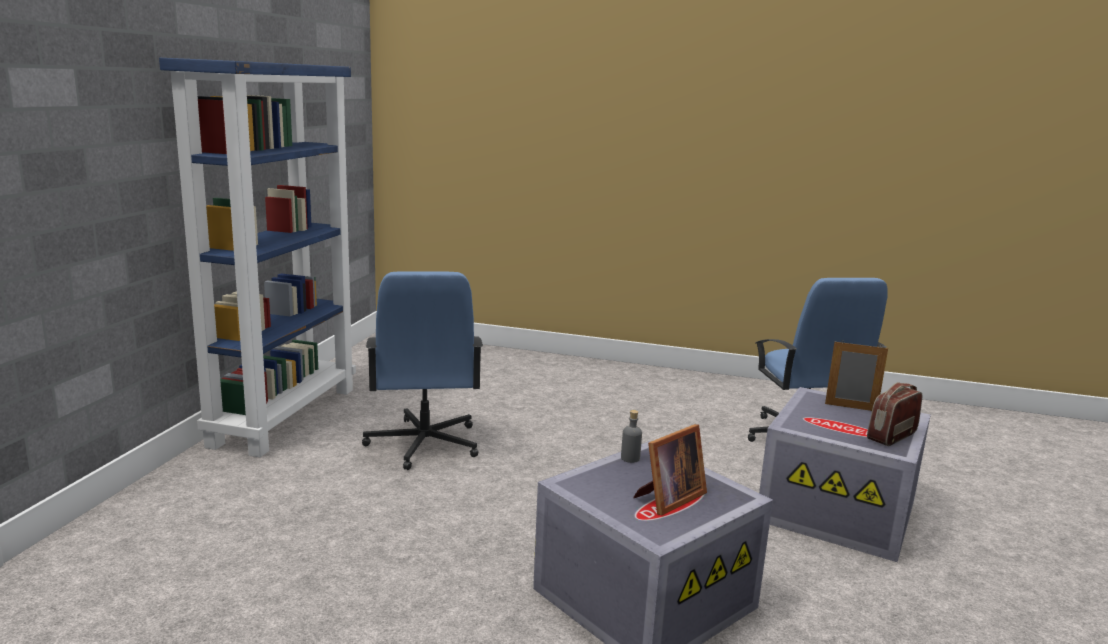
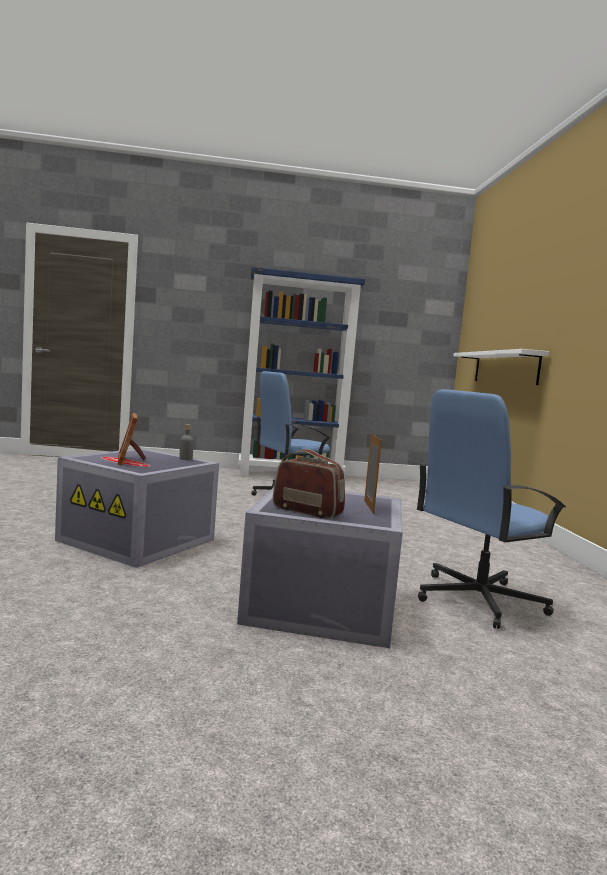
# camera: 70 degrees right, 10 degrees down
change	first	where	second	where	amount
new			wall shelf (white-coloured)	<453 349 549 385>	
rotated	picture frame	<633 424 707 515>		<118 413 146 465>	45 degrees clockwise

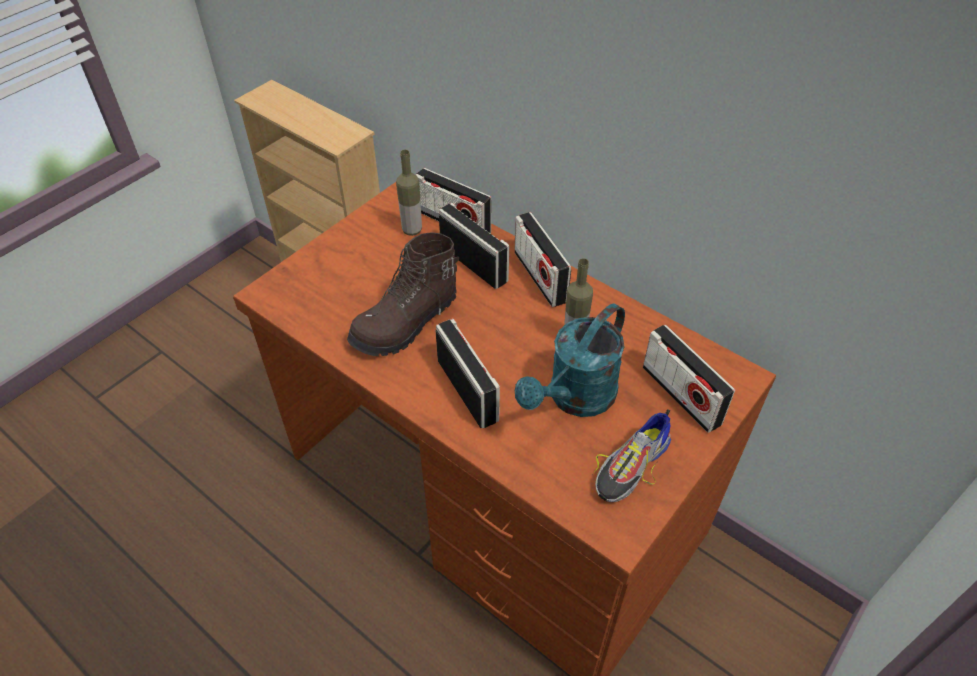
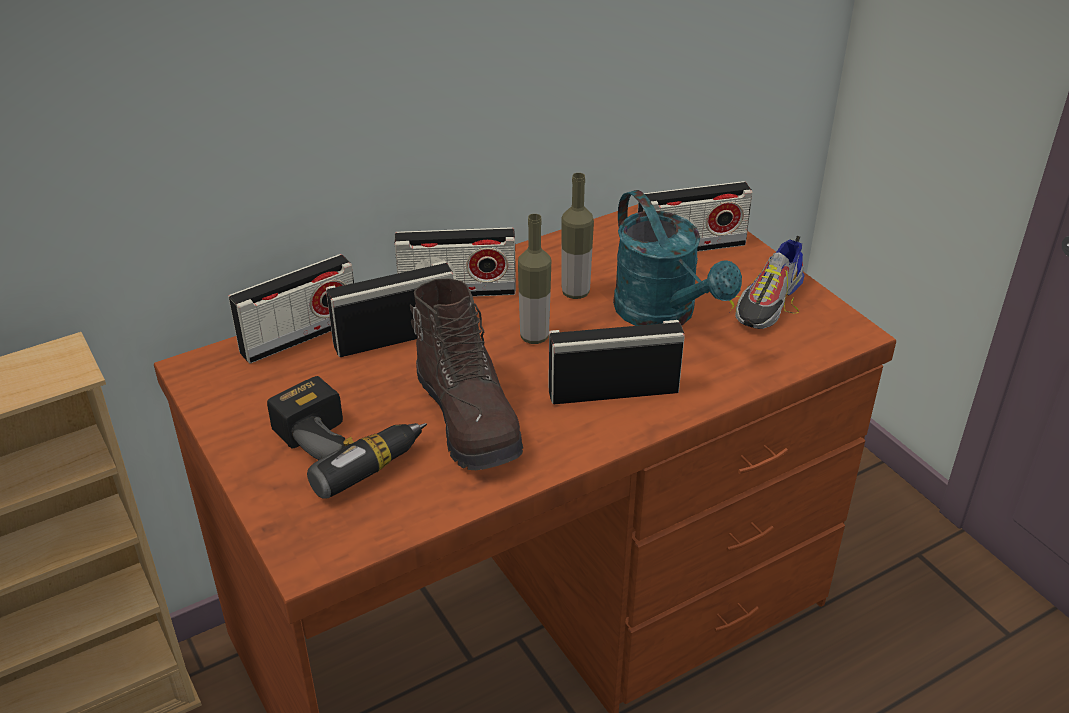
# camera: 70 degrees left, 10 degrees down
change	first	where	second	where	amount
new			drill	<267 376 427 499>	
shifted	bottle	<396 150 422 236>		<518 214 551 344>	
rotated	low shoe	<595 409 671 502>		<730 236 805 329>	60 degrees clockwise

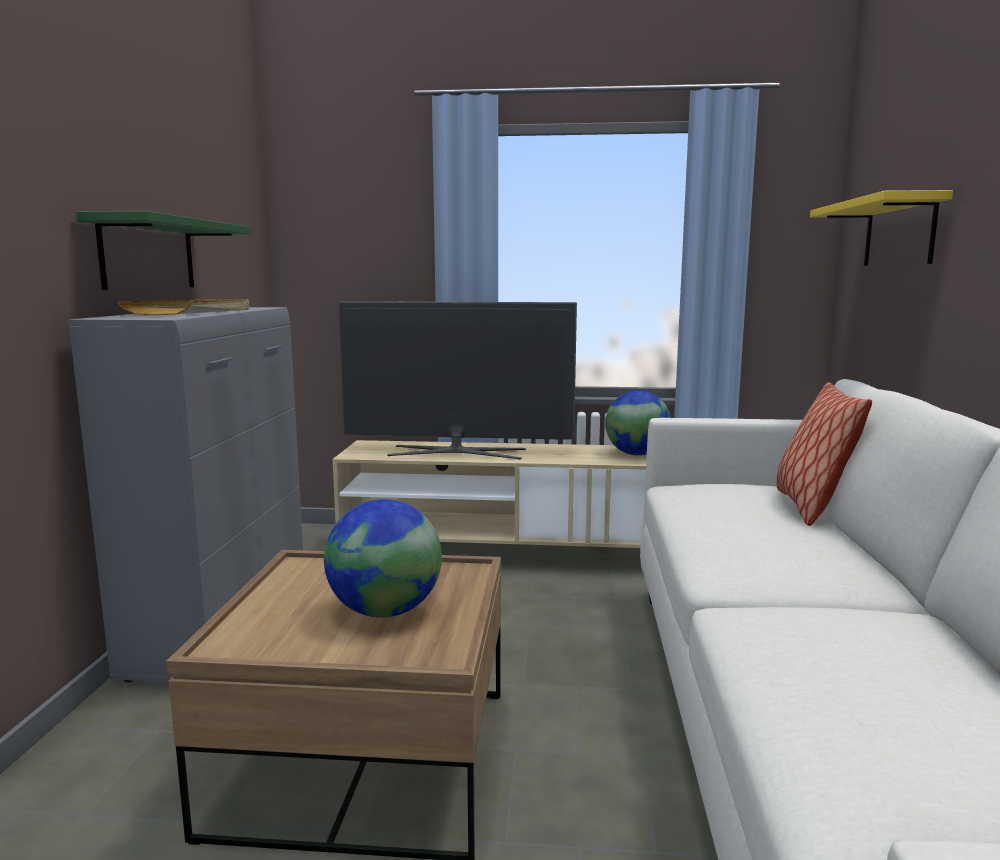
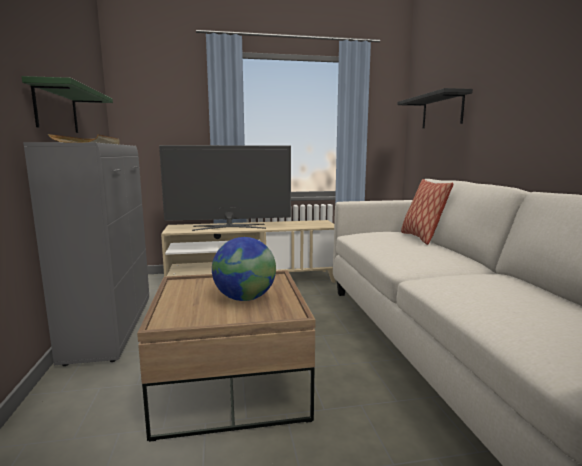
# camera: 15 degrees left, 0 degrees up
change	first	where	second	where	amount
gone	desk globe	<605 391 671 456>			
repainted	wall shelf (yellow)	<810 190 953 266>	wall shelf (blackish)	<397 88 473 128>	

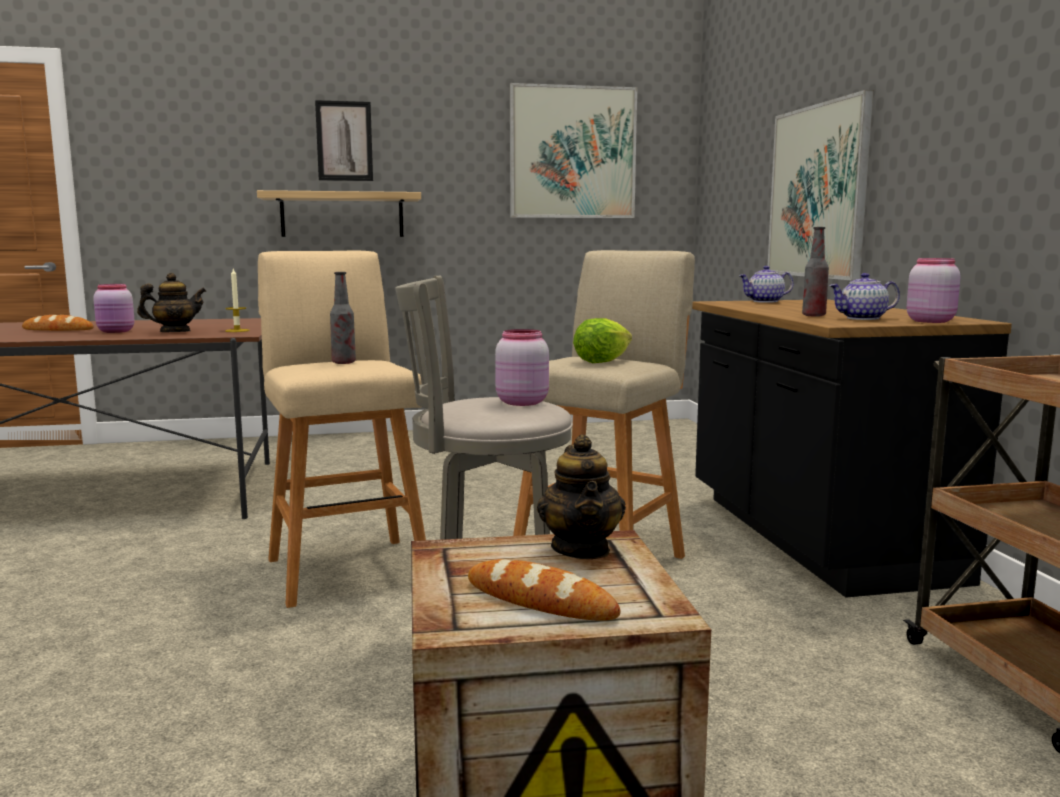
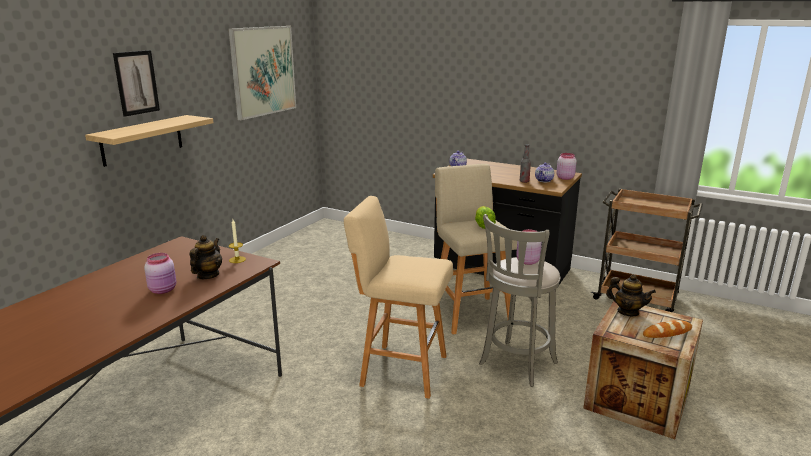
# camera: 50 degrees left, 10 degrees up
change	first	where	second	where	amount
gone	bakery bread	<22 315 94 331>			
gone	bottle	<330 272 356 364>			
gone	picture	<768 90 874 281>			

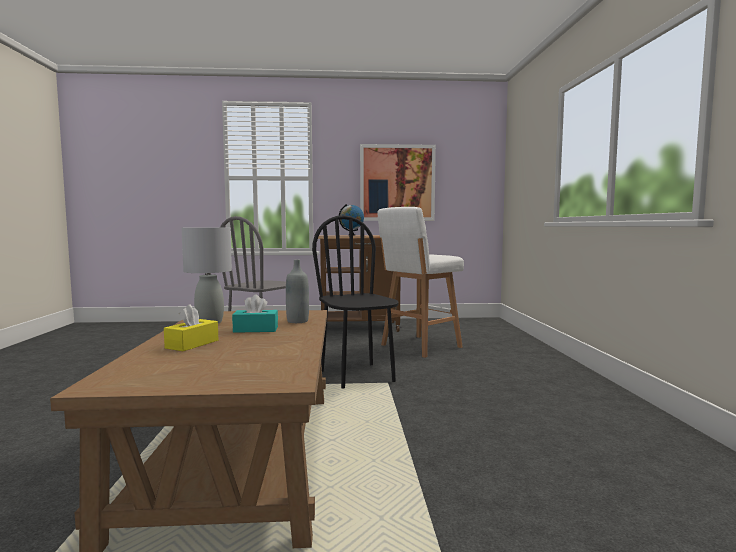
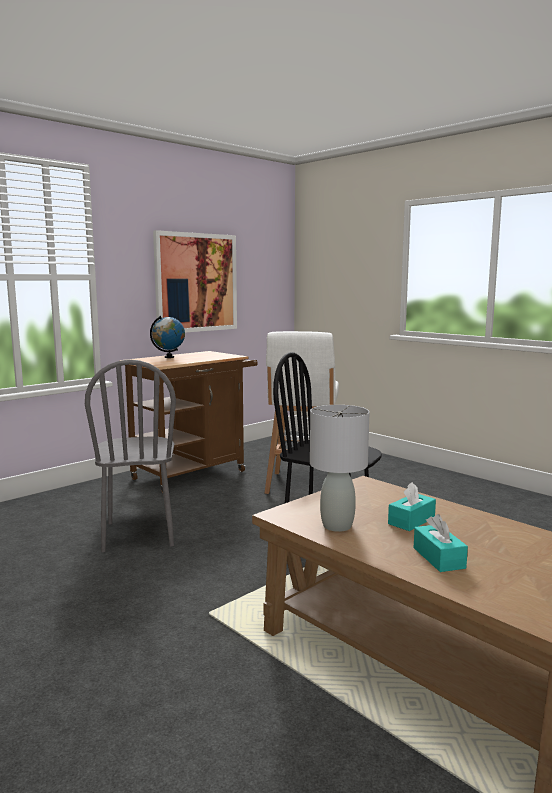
# camera: 40 degrees left, 5 degrees up
change	first	where	second	where	amount
gone	bottle (greyish)	<286 260 309 323>			
repainted	box of tissues (yellow)	<164 304 218 351>	box of tissues (blue-green)	<414 514 468 572>	

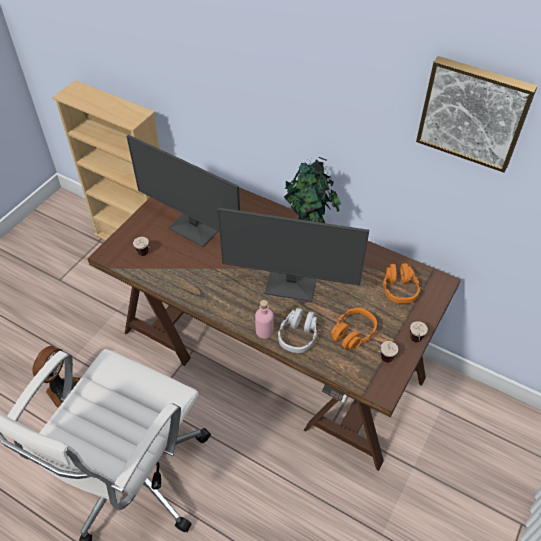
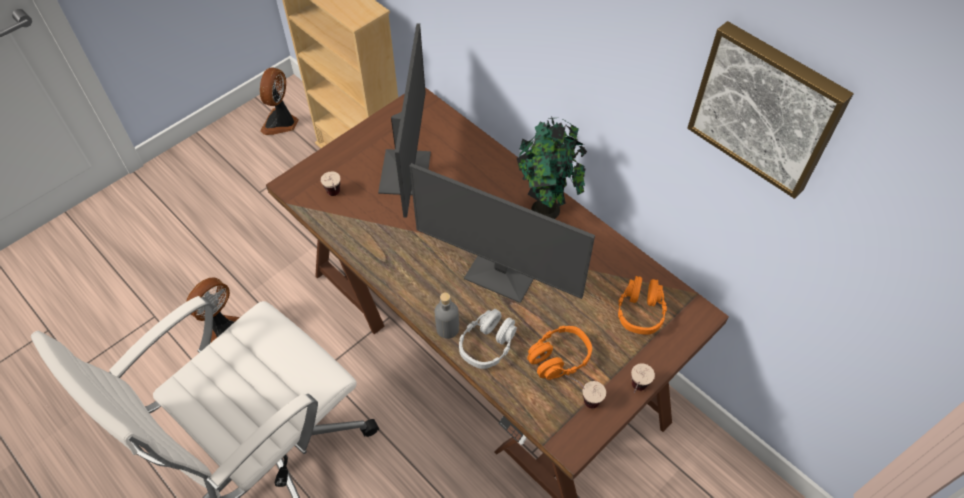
# camera: 15 degrees right, 5 degrees up
change	first	where	second	where	amount
new			fan	<260 68 299 135>	
repainted	bottle (pink)	<255 300 274 339>	bottle (greyish)	<435 292 459 339>	
rotated	monitor	<127 134 240 247>		<378 23 431 218>	135 degrees counterclockwise

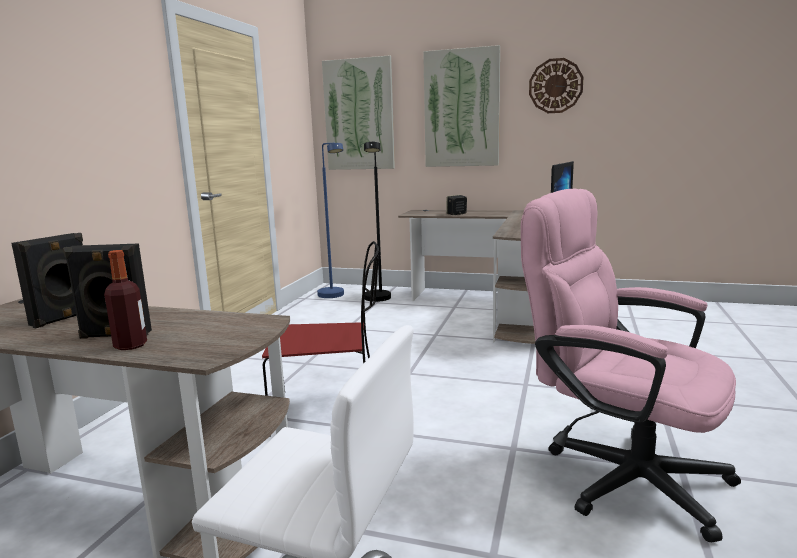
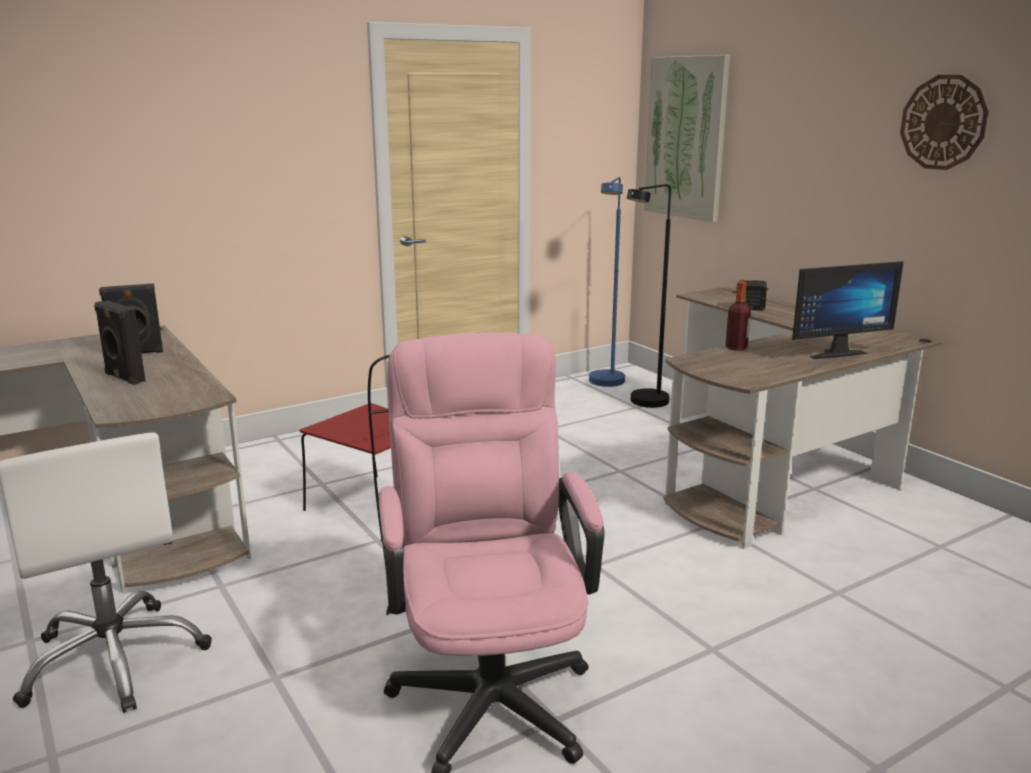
# camera: 40 degrees right, 5 degrees up
change	first	where	second	where	amount
gone	picture	<423 45 500 167>			
shifted	bottle	<104 250 147 350>		<725 281 751 351>	

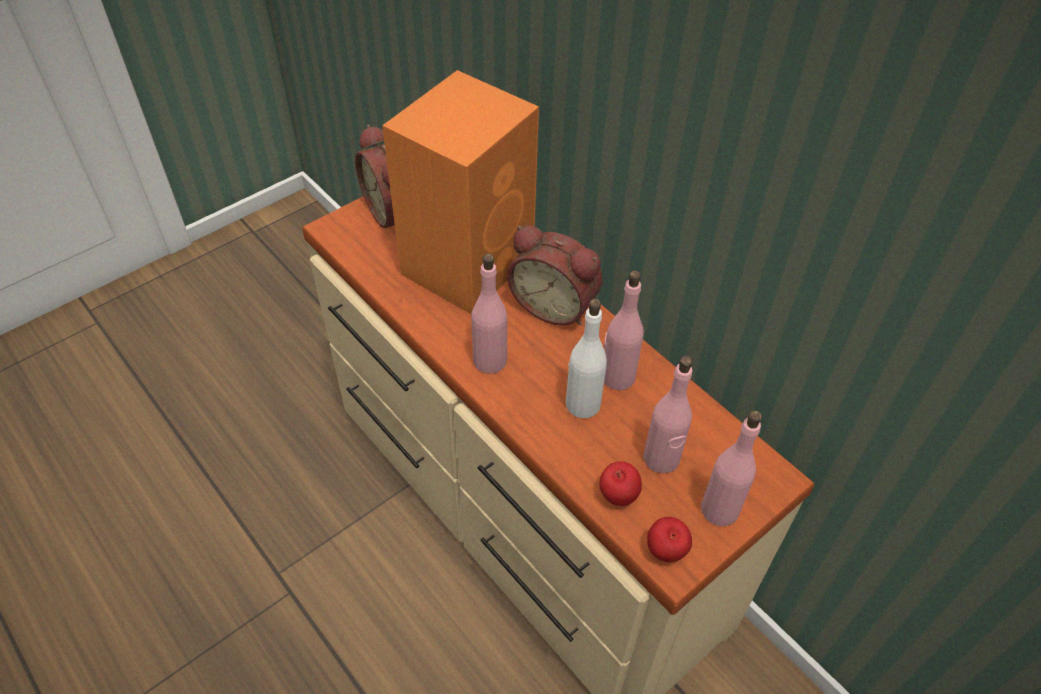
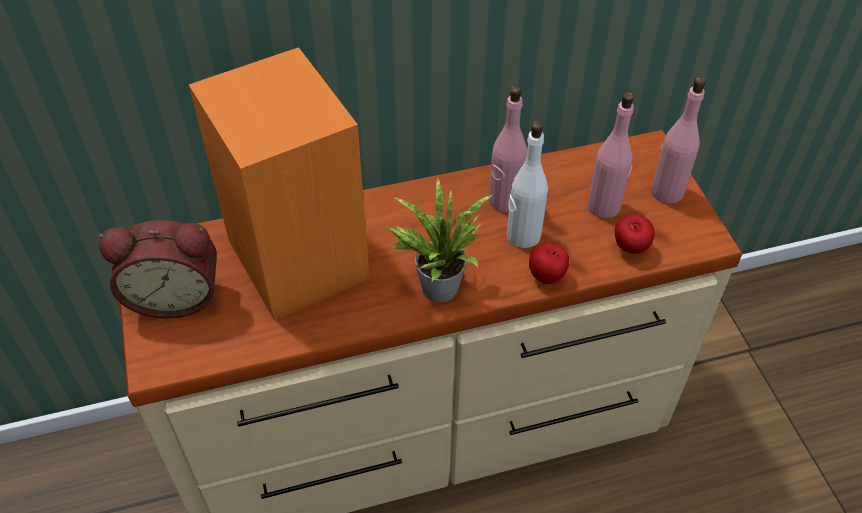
# camera: 65 degrees left, 0 degrees up
change	first	where	second	where	amount
gone	table clock	<507 225 603 325>			
shifted	whole apple	<647 517 692 562>		<529 243 569 284>	
swapped	bottle (pink)	<471 254 507 374>	houseplant	<384 176 493 302>	

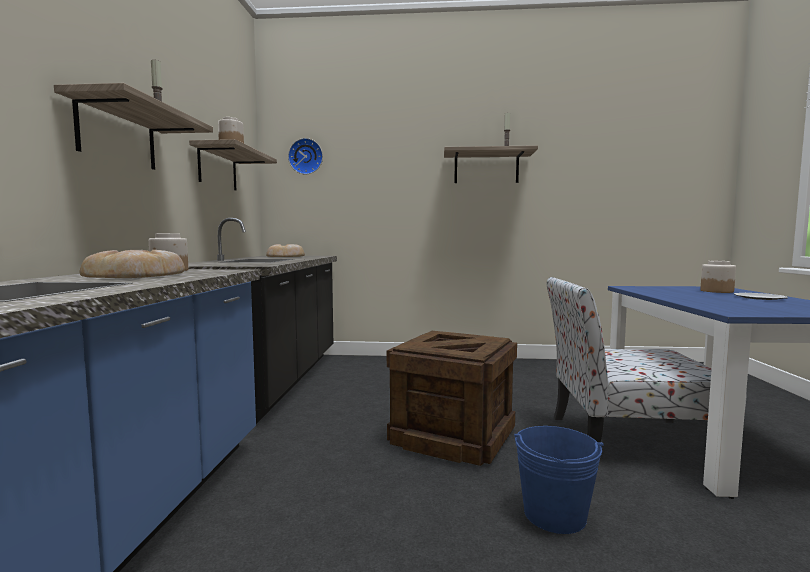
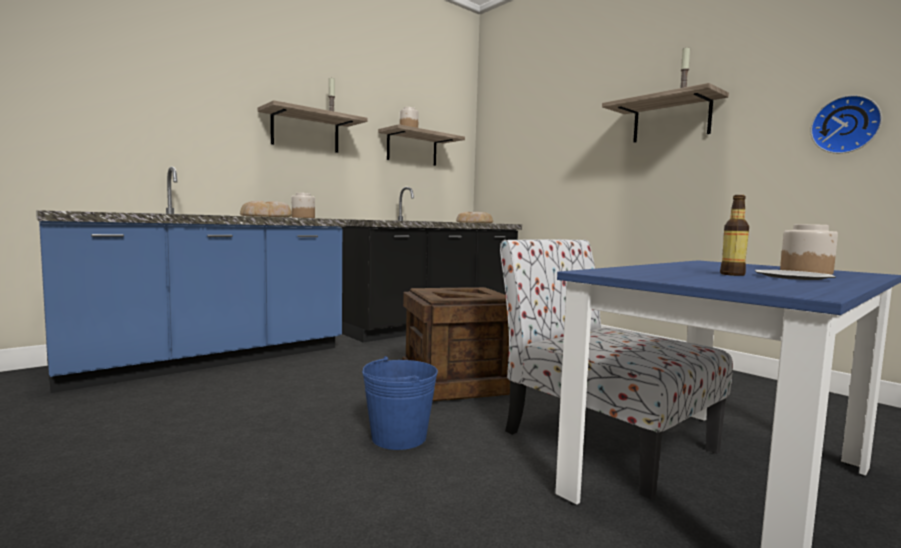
# camera: 45 degrees right, 0 degrees up
change	first	where	second	where	amount
new			bottle	<720 195 749 276>	
shifted	hanging clock	<288 138 323 174>		<810 95 882 154>	

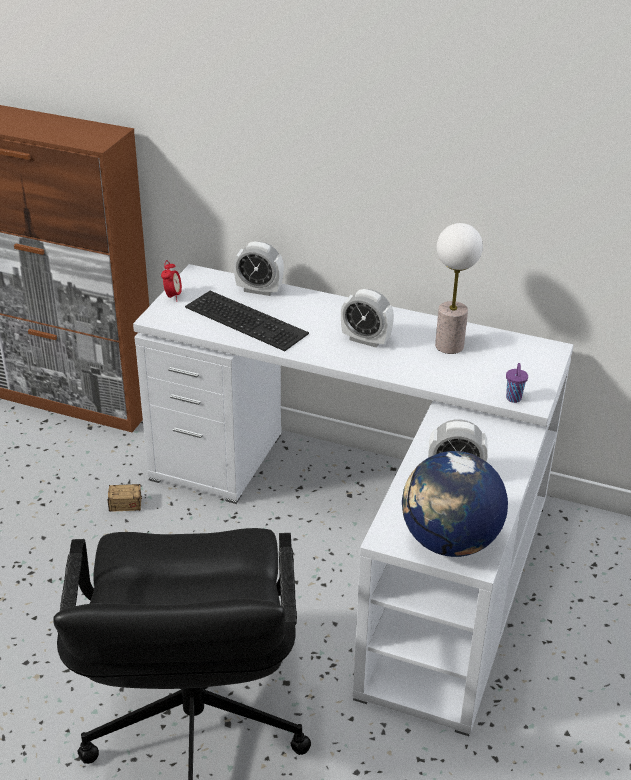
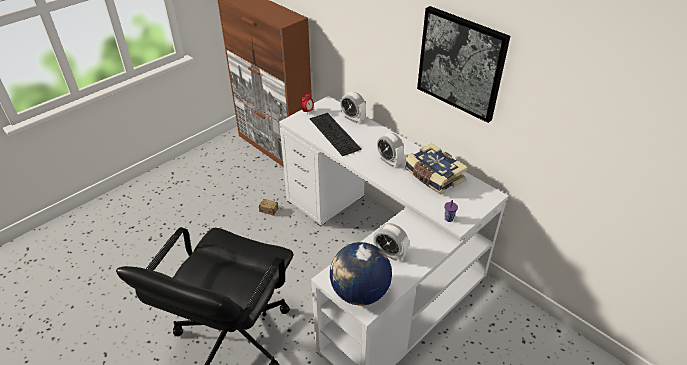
# camera: 25 degrees right, 5 degrees up
change	first	where	second	where	amount
new			picture	<417 6 510 123>	
swapped	table lamp	<435 223 483 354>	book	<405 143 468 195>	

